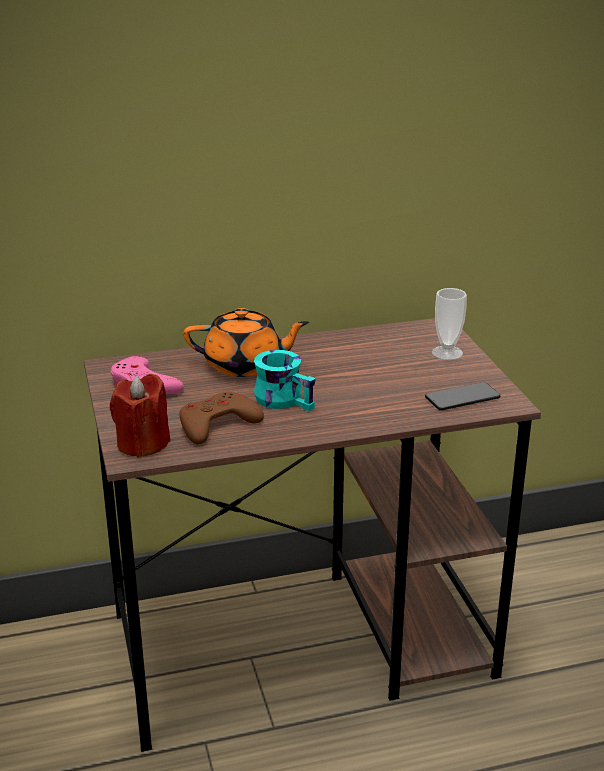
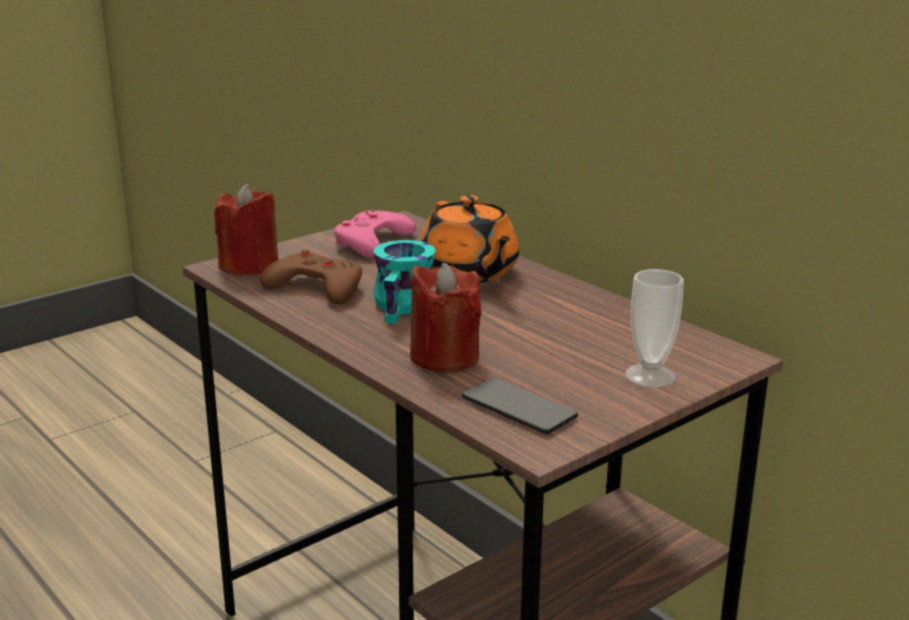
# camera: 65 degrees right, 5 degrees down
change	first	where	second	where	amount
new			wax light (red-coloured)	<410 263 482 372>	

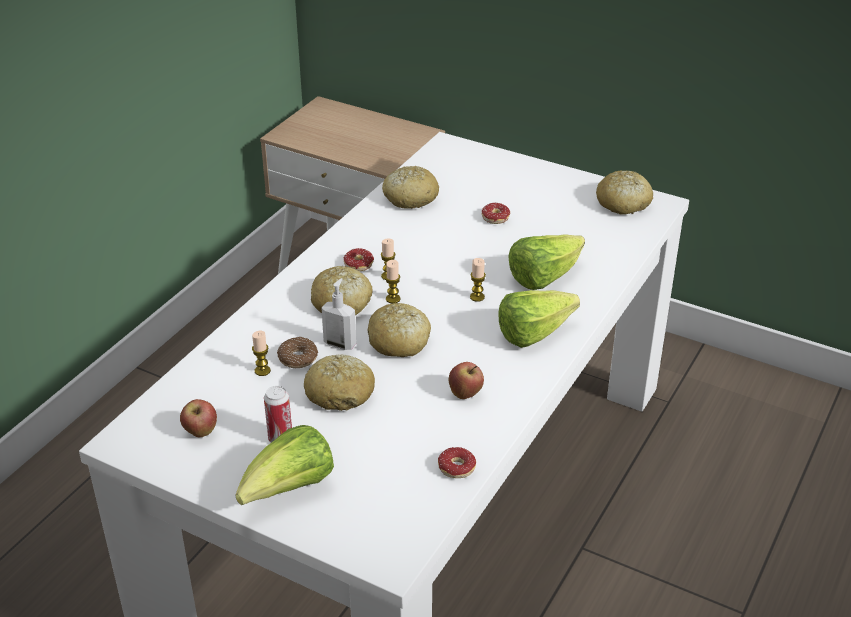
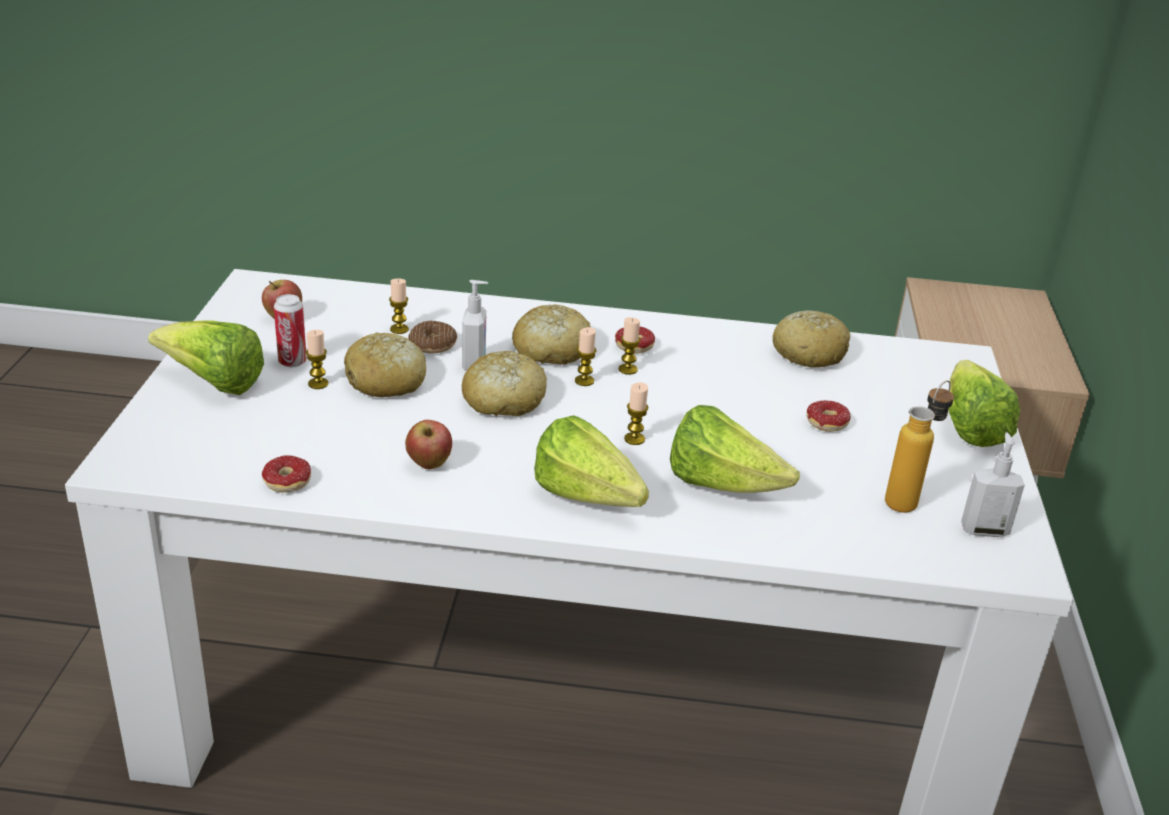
# camera: 65 degrees right, 5 degrees down
change	first	where	second	where	amount
new			wax light	<306 330 328 389>	
new			bottle	<885 380 954 513>	
new			head of lettuce	<948 360 1020 447>	
swapped	bakery bread	<596 171 653 215>	soap bottle	<961 432 1025 537>	

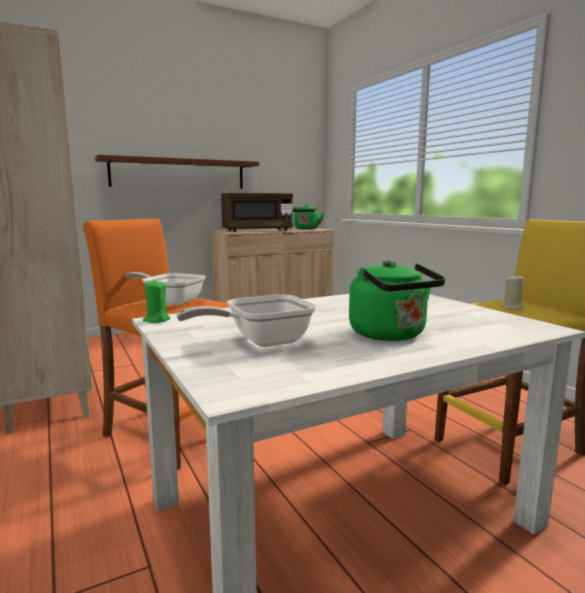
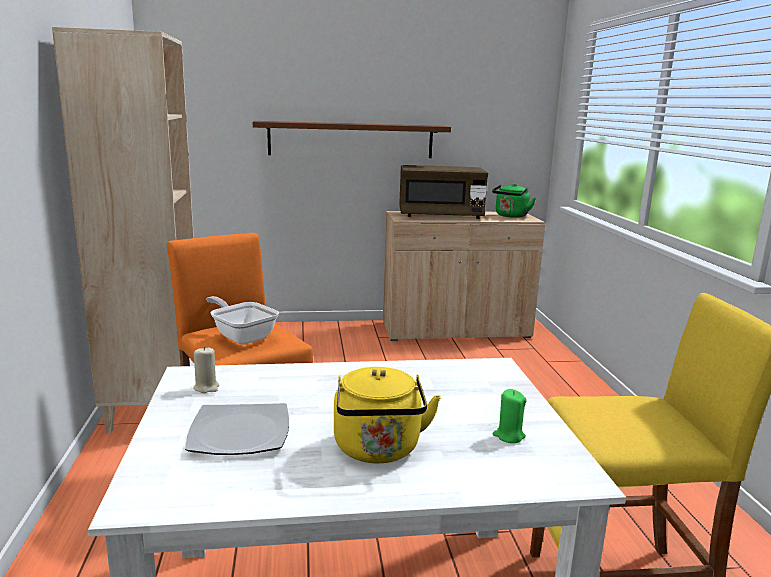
# camera: 20 degrees right, 5 degrees up
change	first	where	second	where	amount
shifted	wax light (green)	<143 280 170 323>		<493 389 527 443>	
shifted	wax light (sand-coloured)	<501 274 525 310>		<193 346 219 393>	
swapped	pan	<176 294 316 347>	flat dish	<185 403 289 455>	
repainted	tea kettle (green)	<349 260 445 341>	tea kettle (yellow)	<334 367 441 464>	

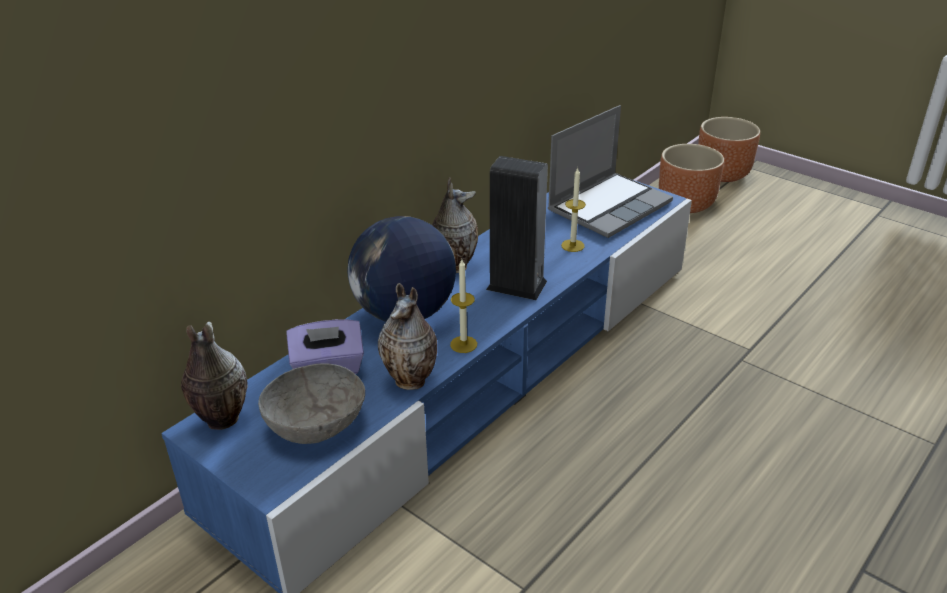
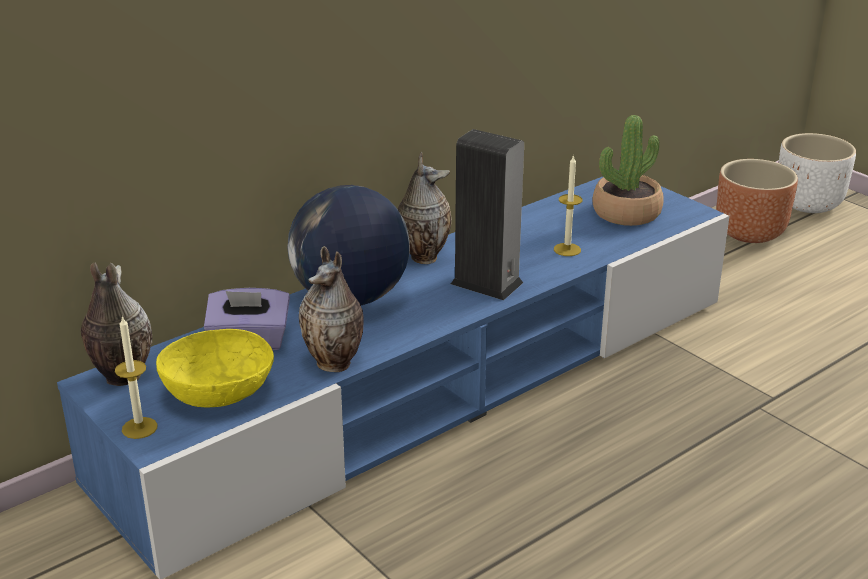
# camera: 10 degrees right, 5 degrees down
change	first	where	second	where	amount
shifted	wax light	<450 259 477 353>		<115 315 158 439>	
swapped	laptop	<548 105 673 238>	houseplant	<592 115 664 226>	
repainted	bowl (greyish)	<258 363 365 444>	bowl (yellow)	<156 329 274 407>	
repainted	flower pot (brownish)	<698 117 760 182>	flower pot (white-coloured)	<779 133 856 213>	

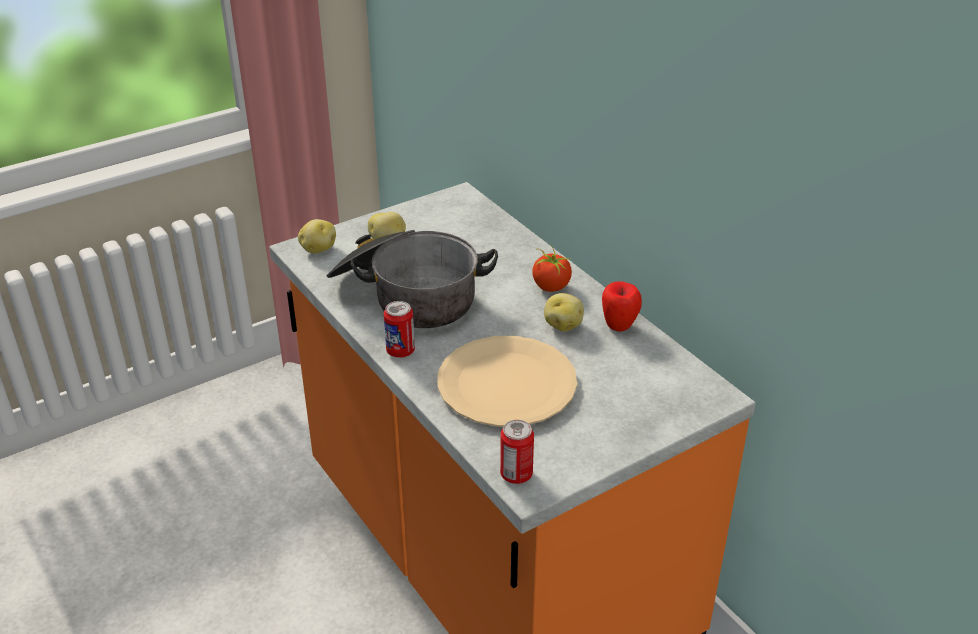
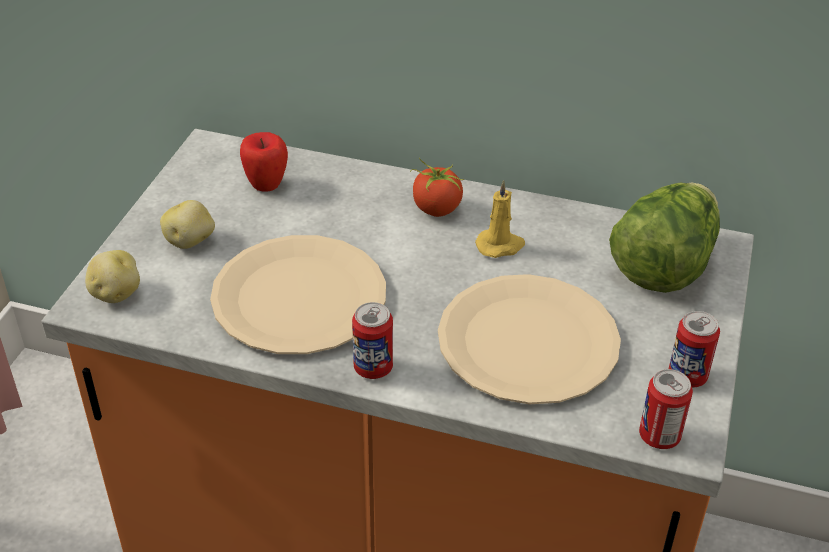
# camera: 40 degrees left, 5 degrees up
change	first	where	second	where	amount
new			head of lettuce	<609 182 720 293>	
new			sealed can	<669 311 720 388>	
shifted	whole apple	<602 281 642 331>		<240 132 288 191>	
swapped	stockpot	<327 230 498 328>	flat dish (sand-coloured)	<210 235 386 354>	
swapped	potato	<544 293 584 332>	wax light (yellow)	<475 180 525 258>	

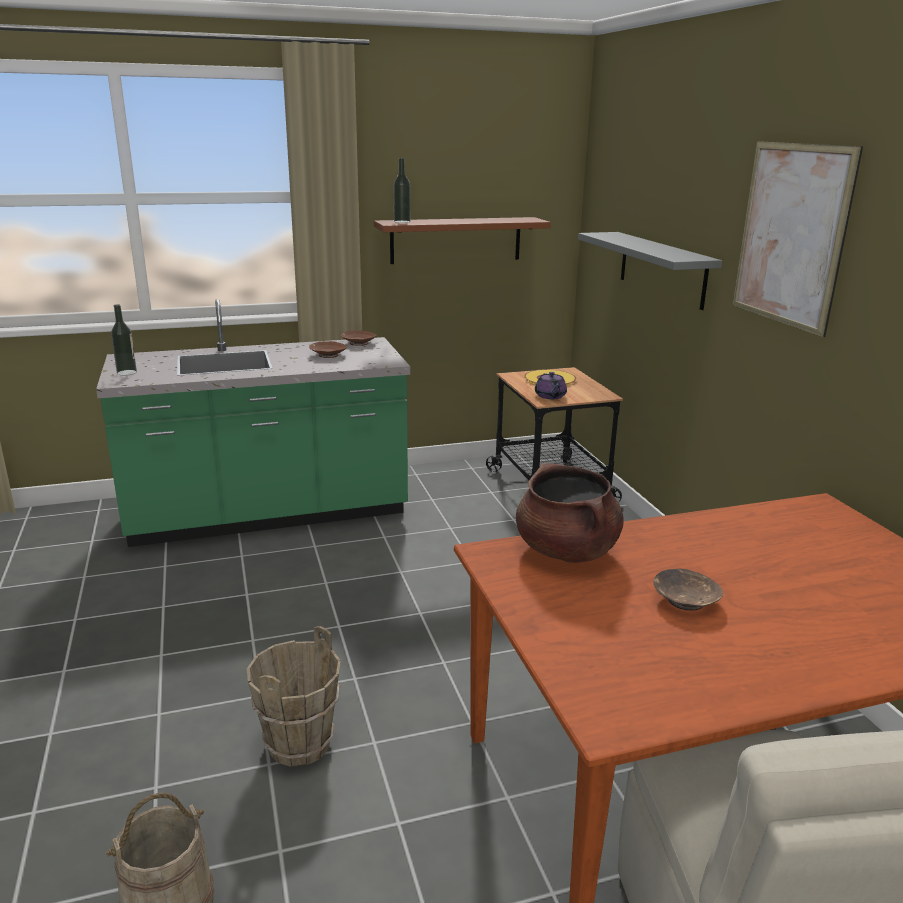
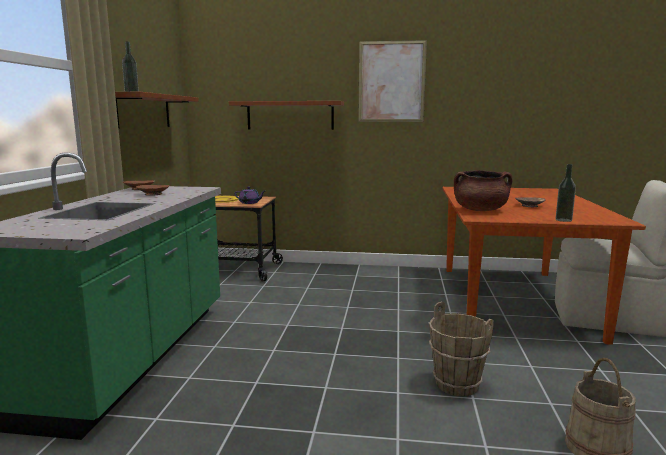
# camera: 65 degrees left, 10 degrees down
change	first	where	second	where	amount
shifted	bottle	<111 304 137 376>		<555 164 576 222>	
repainted	wall shelf (greyish)	<578 232 722 310>	wall shelf (brownish)	<229 101 344 130>	

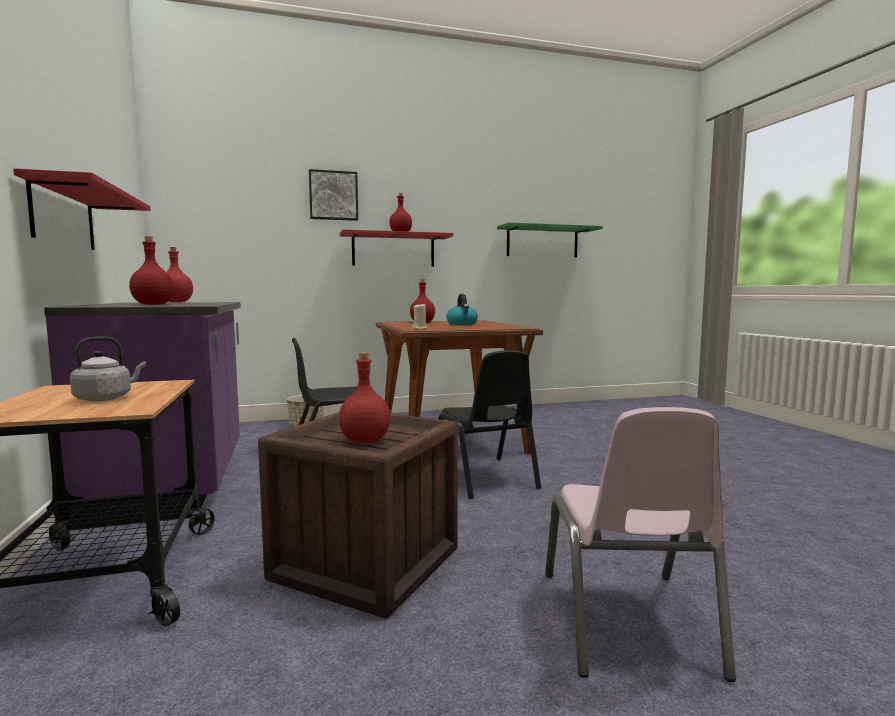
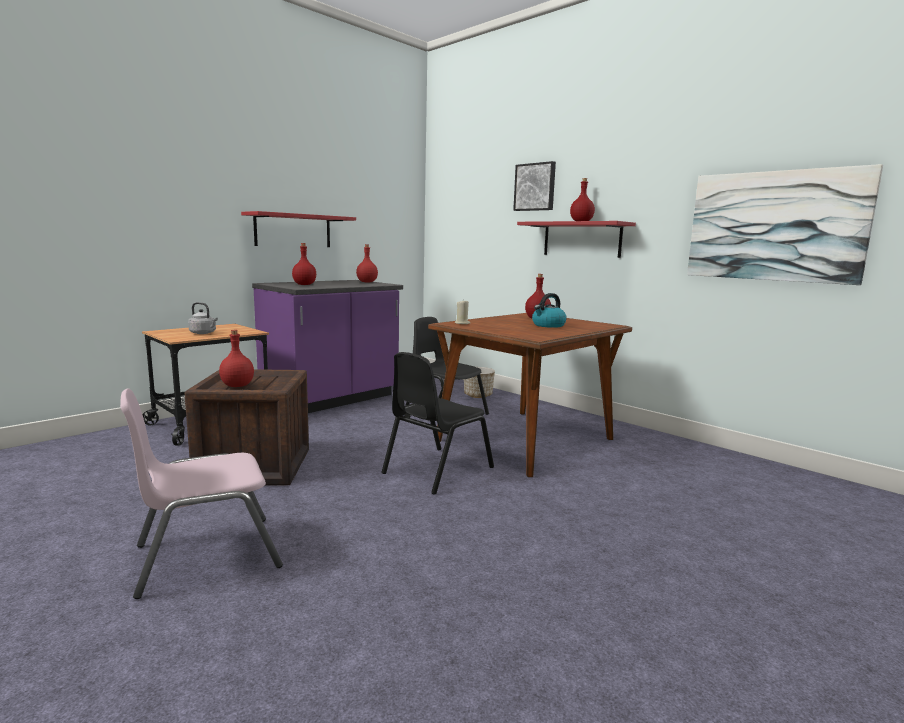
# camera: 60 degrees right, 5 degrees up
change	first	where	second	where	amount
swapped	wall shelf (green)	<497 222 603 258>	picture	<687 164 883 285>	

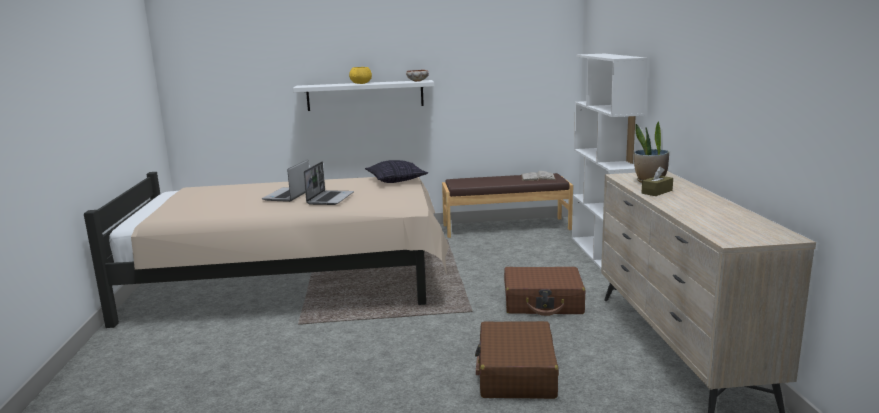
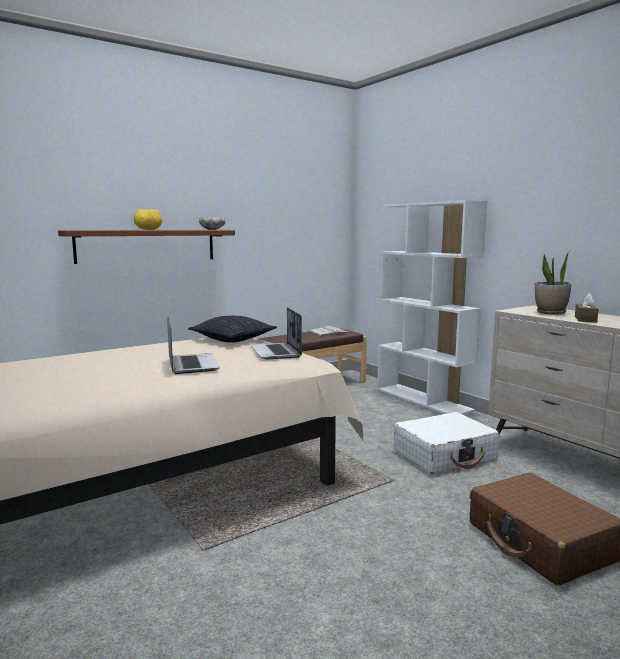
# camera: 30 degrees left, 5 degrees down
change	first	where	second	where	amount
shifted	laptop	<262 160 309 202>		<251 307 302 359>	
repainted	wall shelf (white-coloured)	<293 80 434 111>	wall shelf (brownish)	<58 230 235 264>	
repainted	suitcase (brownish)	<504 267 585 316>	suitcase (white-coloured)	<394 412 500 474>	

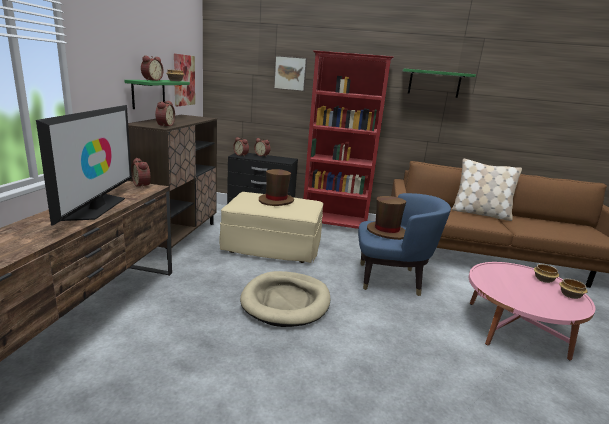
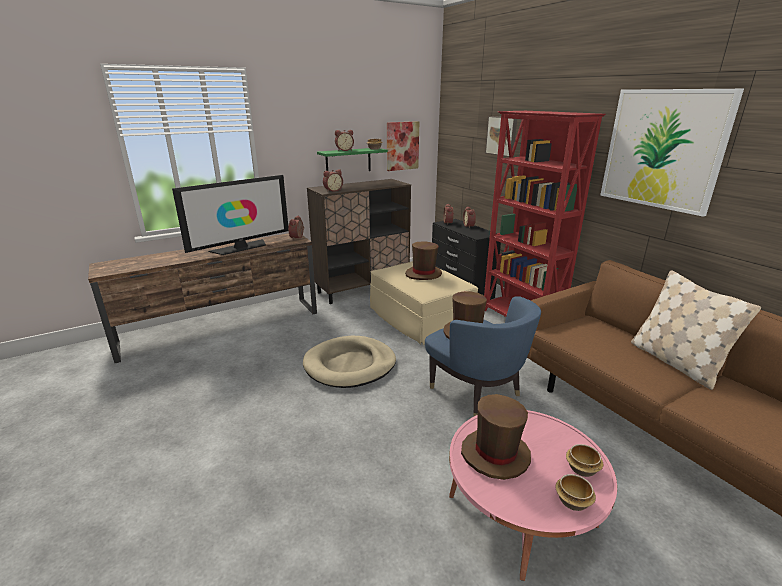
# camera: 50 degrees right, 5 degrees up
change	first	where	second	where	amount
new			wearable hat (brownish)	<461 394 531 480>	
swapped	wall shelf (green)	<402 69 476 98>	picture	<600 89 744 217>	

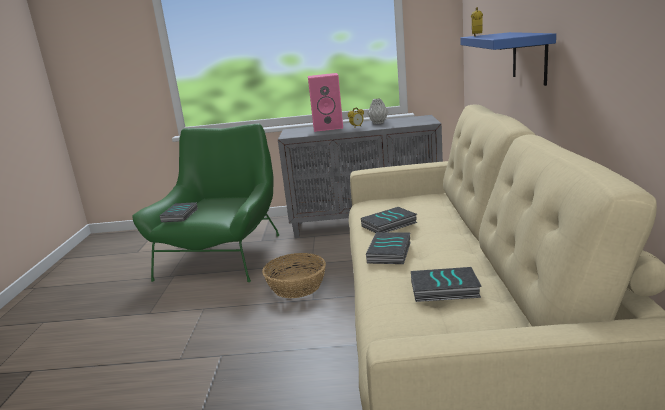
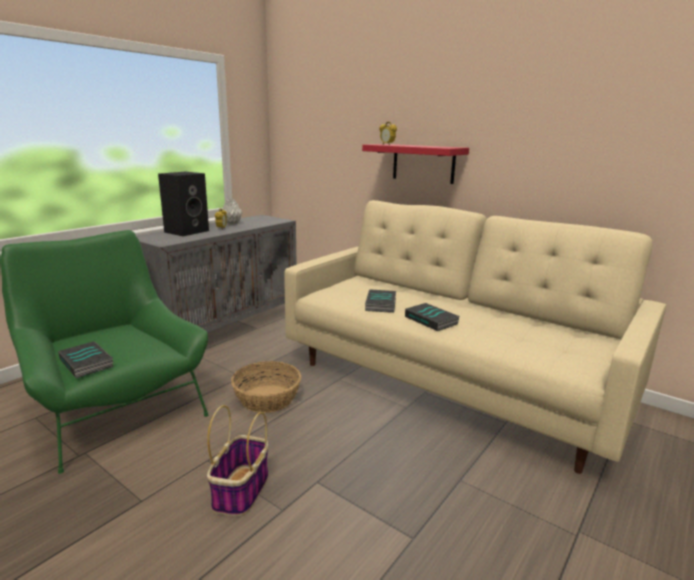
# camera: 55 degrees left, 0 degrees up
change	first	where	second	where	amount
gone	book	<411 267 482 302>			
new			household basket	<207 405 268 516>	
repainted	speaker (pink)	<308 73 343 132>	speaker (blackish)	<158 172 209 236>	
repainted	wall shelf (blue)	<460 32 556 86>	wall shelf (red-coloured)	<362 144 469 184>	

